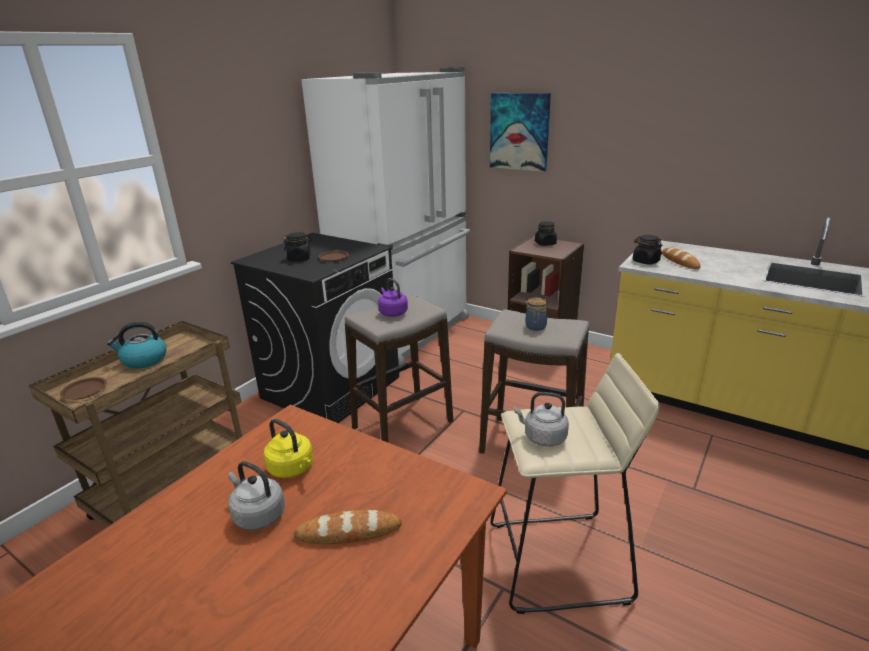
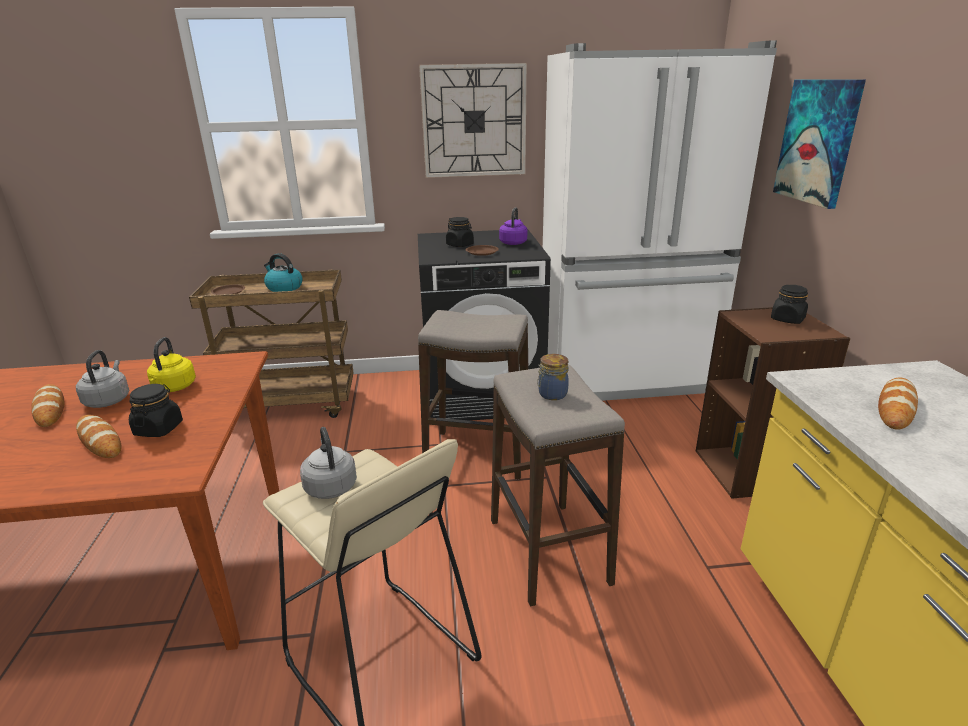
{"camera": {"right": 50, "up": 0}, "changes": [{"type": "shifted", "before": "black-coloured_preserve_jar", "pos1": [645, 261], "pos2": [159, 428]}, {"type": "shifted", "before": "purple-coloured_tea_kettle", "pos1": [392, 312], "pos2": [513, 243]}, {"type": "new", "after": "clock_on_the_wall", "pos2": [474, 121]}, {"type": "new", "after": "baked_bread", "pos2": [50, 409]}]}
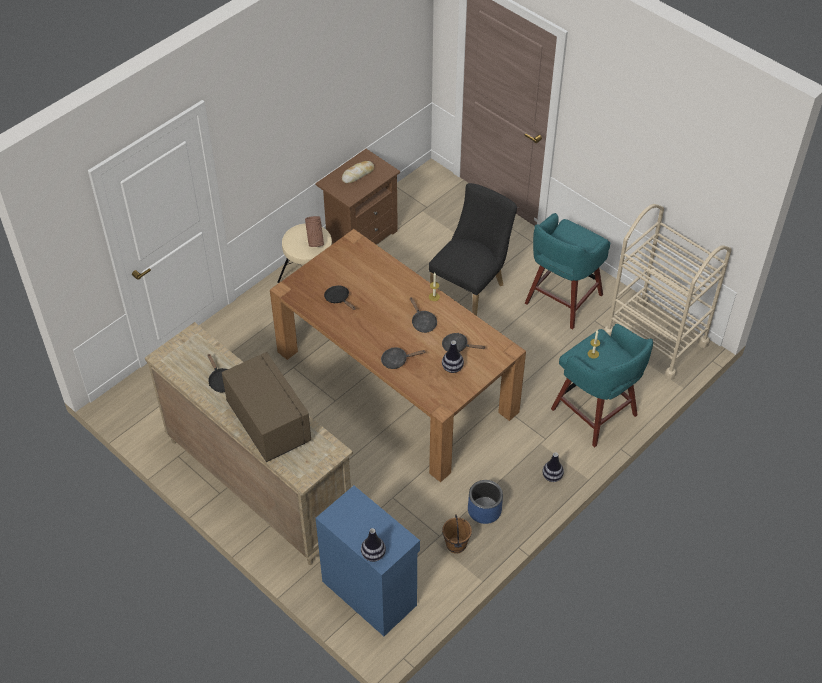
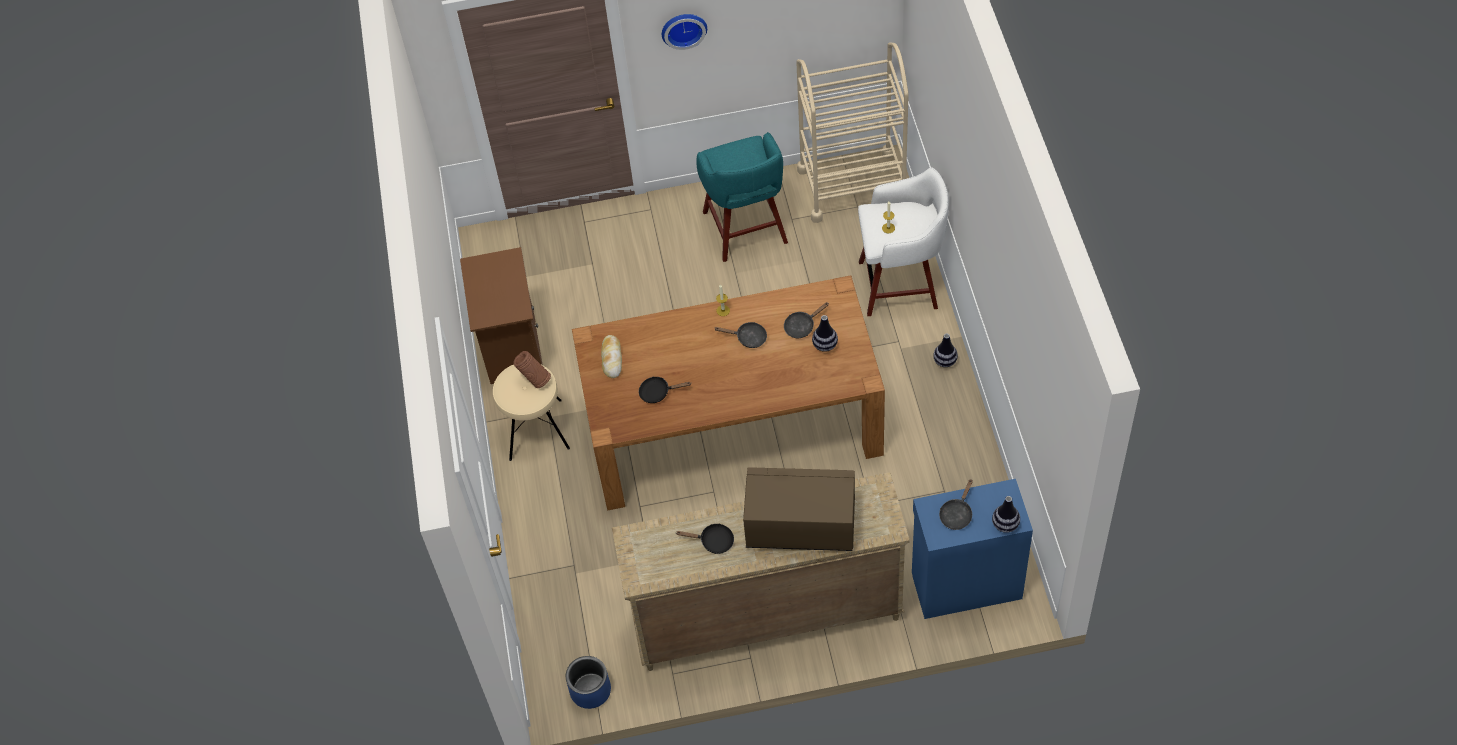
{"camera": {"right": -50, "up": 5}, "changes": [{"type": "shifted", "before": "baked_bread", "pos1": [358, 174], "pos2": [612, 358]}, {"type": "gone", "before": "black-coloured_upright_chair", "pos1": [471, 288]}, {"type": "repainted", "before": "turquoise-coloured_stool", "after": "white_stool", "pos1": [596, 414], "pos2": [901, 284]}, {"type": "shifted", "before": "black-coloured_skillet", "pos1": [397, 360], "pos2": [957, 514]}, {"type": "shifted", "before": "blue-coloured_planter", "pos1": [484, 510], "pos2": [590, 690]}, {"type": "gone", "before": "brownish_pail", "pos1": [456, 545]}, {"type": "new", "after": "clock_on_the_wall", "pos2": [683, 28]}]}
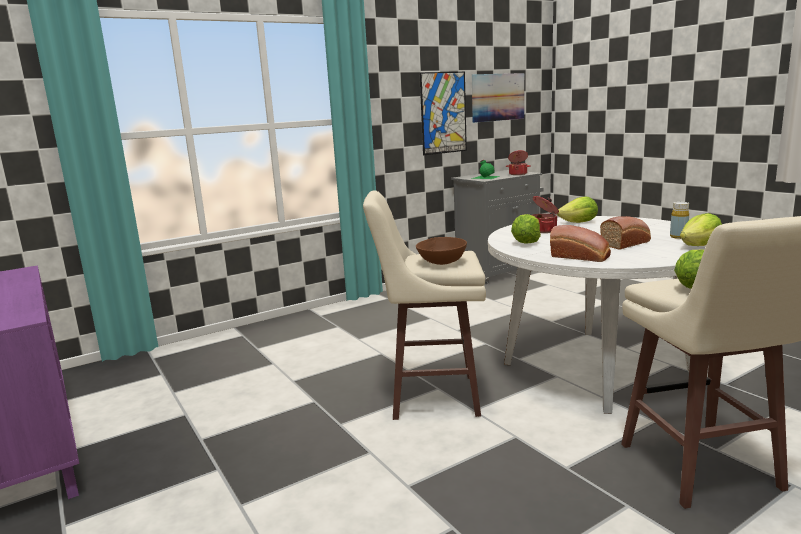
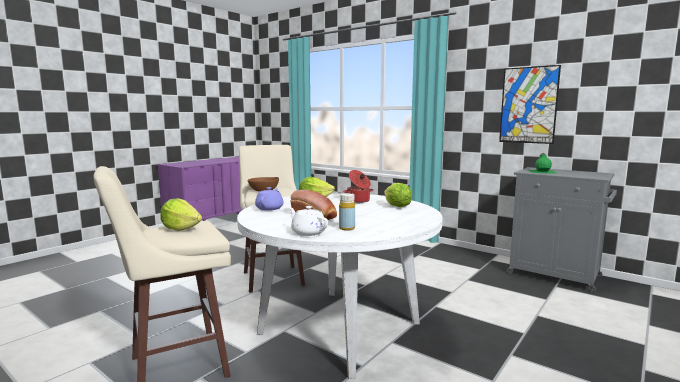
{"camera": {"right": 70, "up": -5}, "changes": [{"type": "gone", "before": "wall_art", "pos1": [498, 97]}, {"type": "gone", "before": "stockpot", "pos1": [518, 174]}, {"type": "swapped", "before": "lettuce", "after": "white_pot_for_tea", "pos1": [700, 246], "pos2": [308, 232]}, {"type": "swapped", "before": "baked_bread", "after": "purple-coloured_pot_for_tea", "pos1": [581, 257], "pos2": [270, 208]}]}
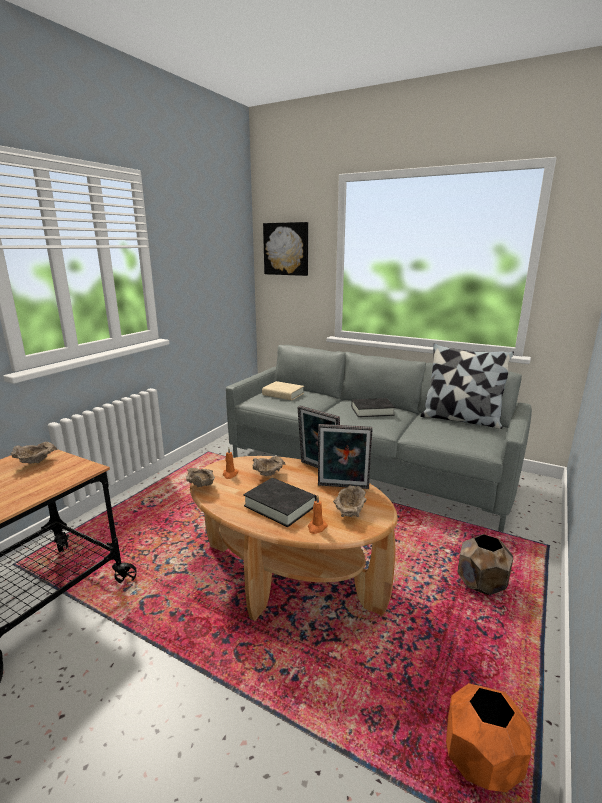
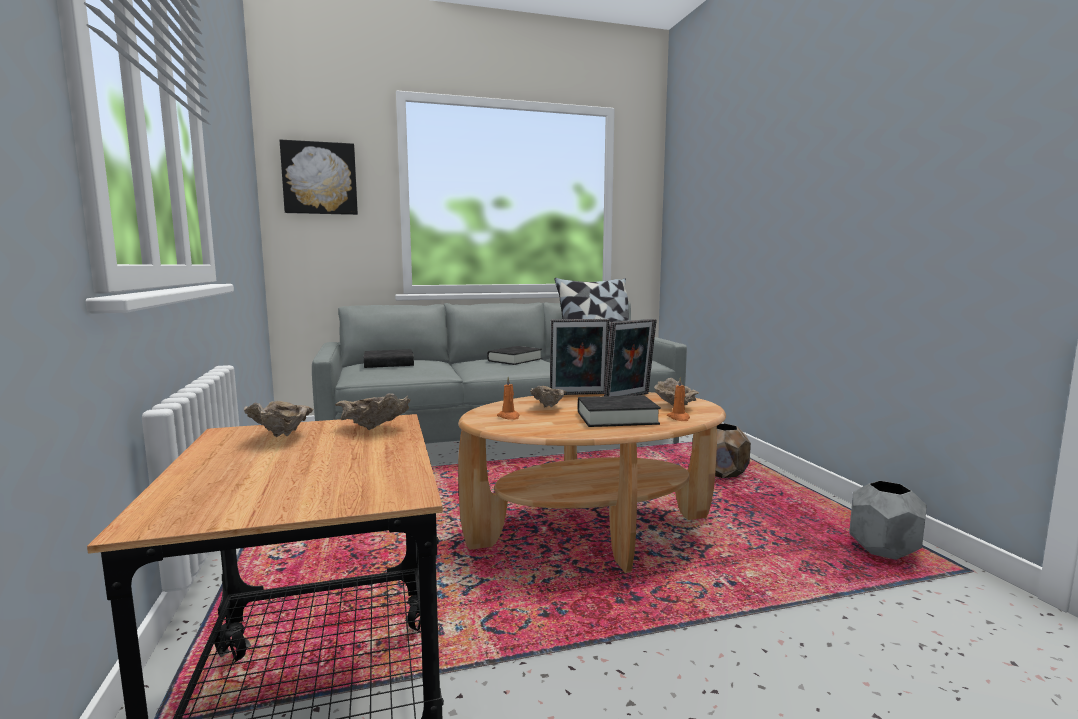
{"camera": {"right": -45, "up": -10}, "changes": [{"type": "repainted", "before": "beige_volume", "after": "black-coloured_volume", "pos1": [283, 394], "pos2": [389, 364]}, {"type": "shifted", "before": "beige_bowl", "pos1": [201, 487], "pos2": [375, 428]}, {"type": "repainted", "before": "orange-coloured_planter", "after": "grey_planter", "pos1": [481, 760], "pos2": [882, 550]}]}
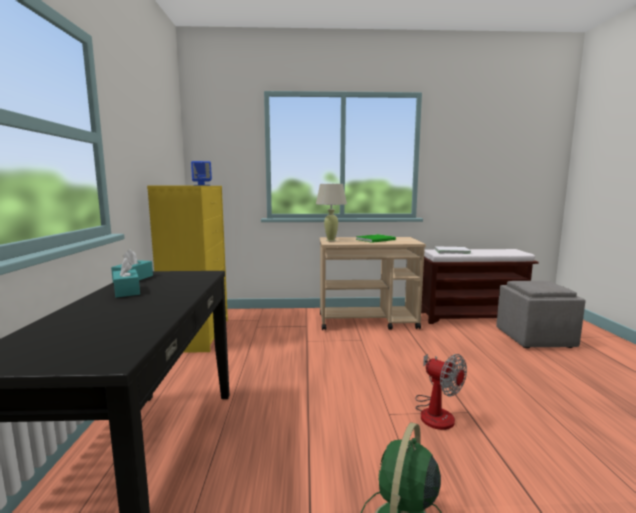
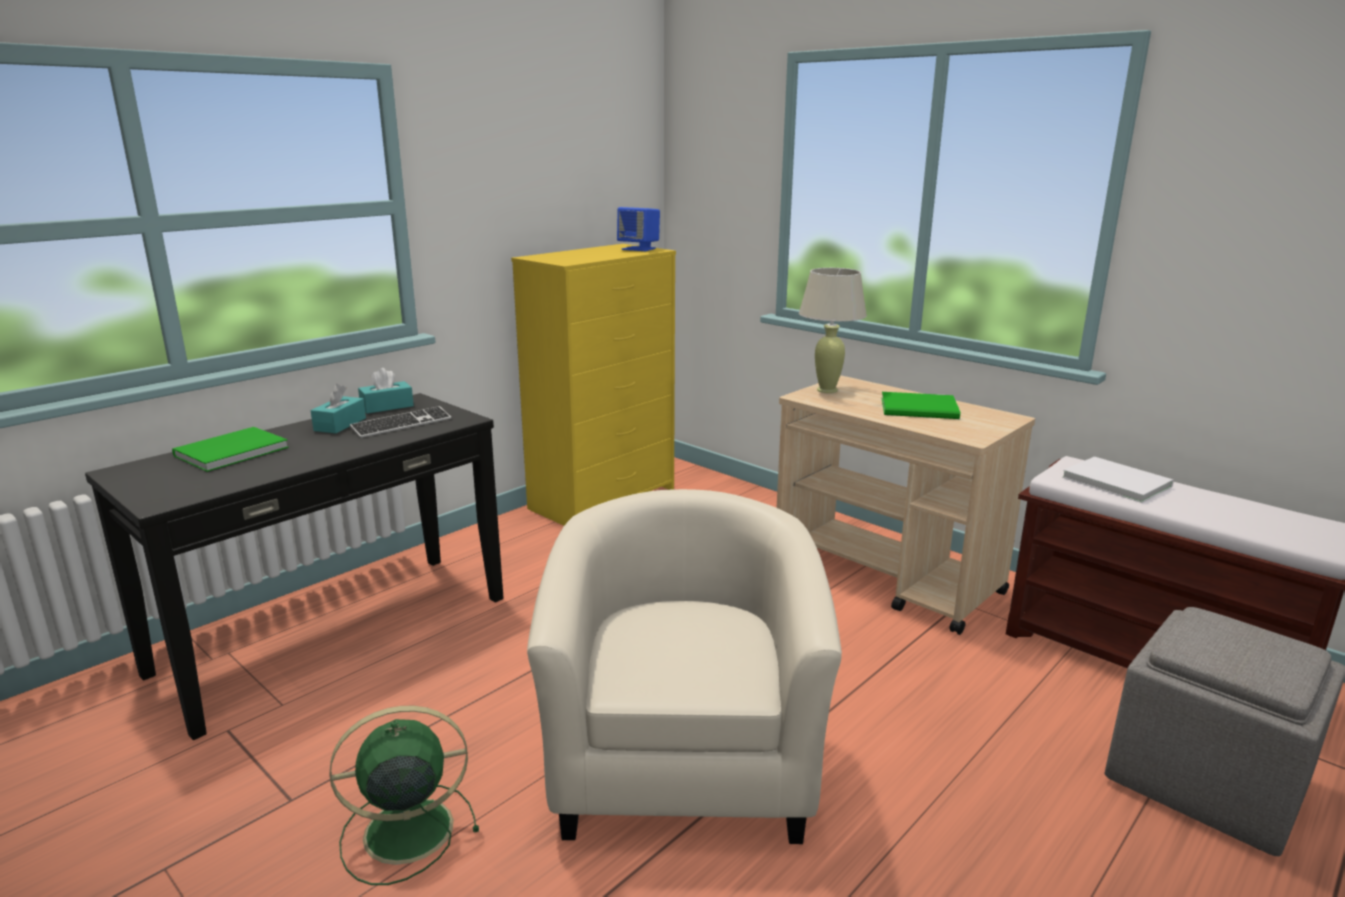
{"camera": {"right": 45, "up": 10}, "changes": [{"type": "swapped", "before": "electric_fan", "after": "beige_armchair", "pos1": [435, 411], "pos2": [683, 762]}, {"type": "new", "after": "computer_keyboard", "pos2": [402, 424]}, {"type": "new", "after": "greenish_volume", "pos2": [228, 452]}]}
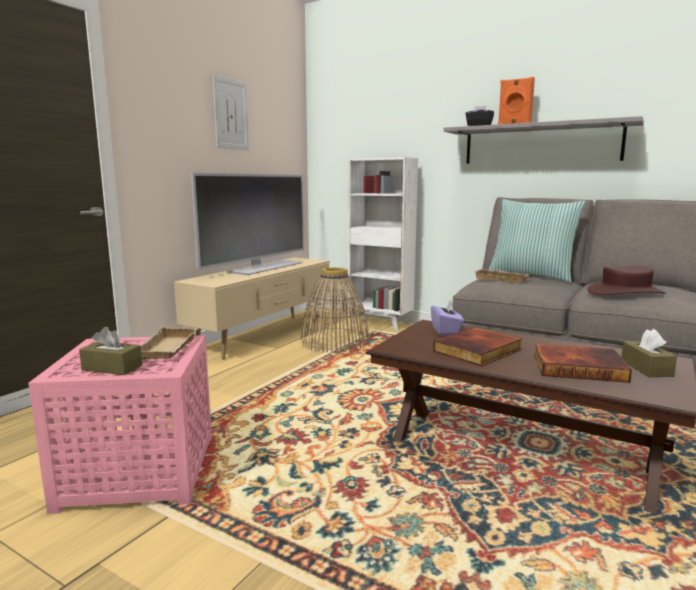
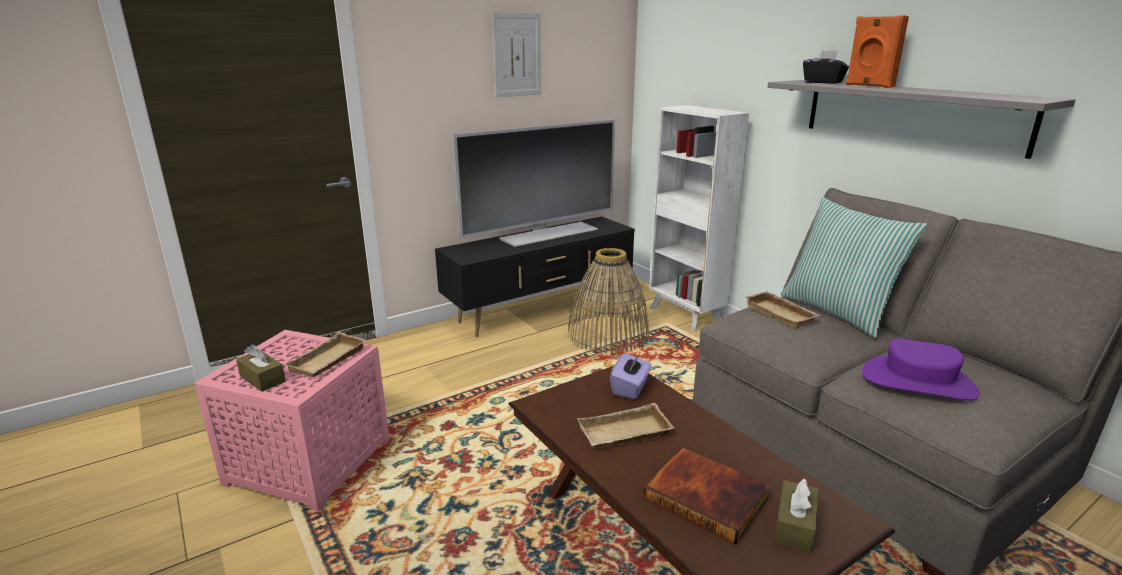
{"camera": {"right": 25, "up": 10}, "changes": [{"type": "repainted", "before": "beige_media_console", "after": "black-coloured_media_console", "pos1": [264, 336], "pos2": [541, 310]}, {"type": "repainted", "before": "brownish_clothing_hat", "after": "purple-coloured_clothing_hat", "pos1": [625, 292], "pos2": [918, 382]}, {"type": "swapped", "before": "volume", "after": "beige_serving_tray", "pos1": [478, 351], "pos2": [624, 434]}]}
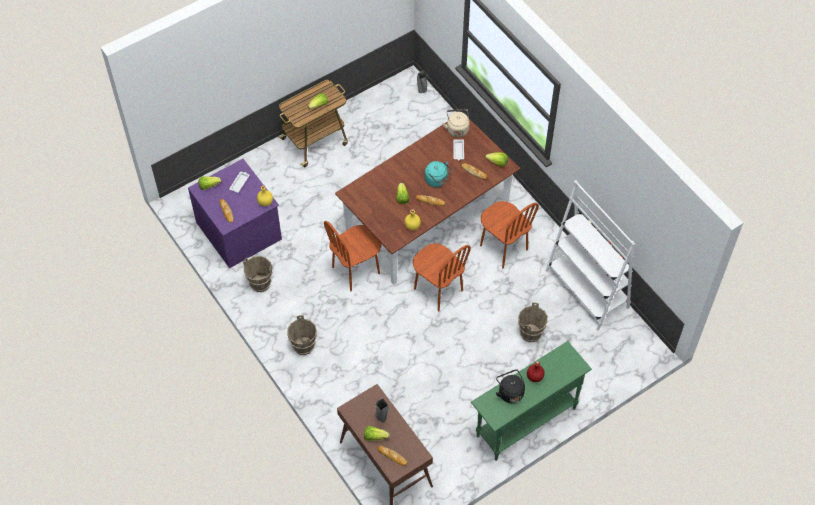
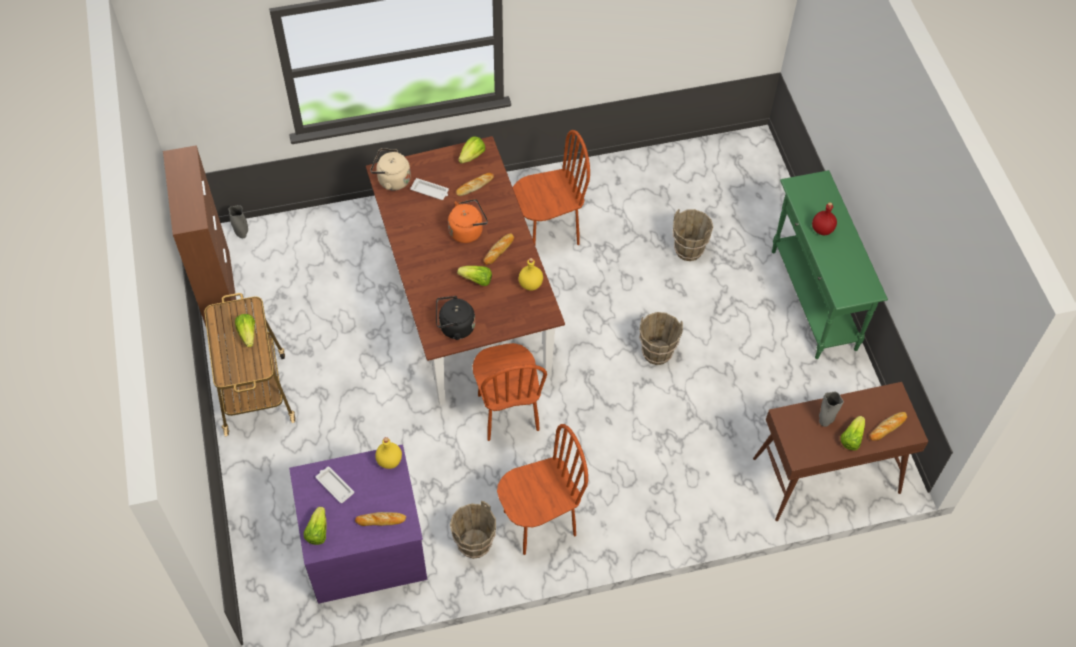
{"camera": {"right": -70, "up": 0}, "changes": [{"type": "repainted", "before": "turquoise-coloured_tea_kettle", "after": "orange-coloured_tea_kettle", "pos1": [437, 180], "pos2": [468, 231]}, {"type": "gone", "before": "white_shelving_unit", "pos1": [587, 289]}, {"type": "shifted", "before": "brownish_upright_chair", "pos1": [438, 290], "pos2": [539, 522]}, {"type": "shifted", "before": "brownish_pail", "pos1": [303, 346], "pos2": [657, 353]}, {"type": "shifted", "before": "black-coloured_tea_kettle", "pos1": [510, 392], "pos2": [454, 327]}, {"type": "new", "after": "brownish_storage_cabinet", "pos2": [219, 292]}]}
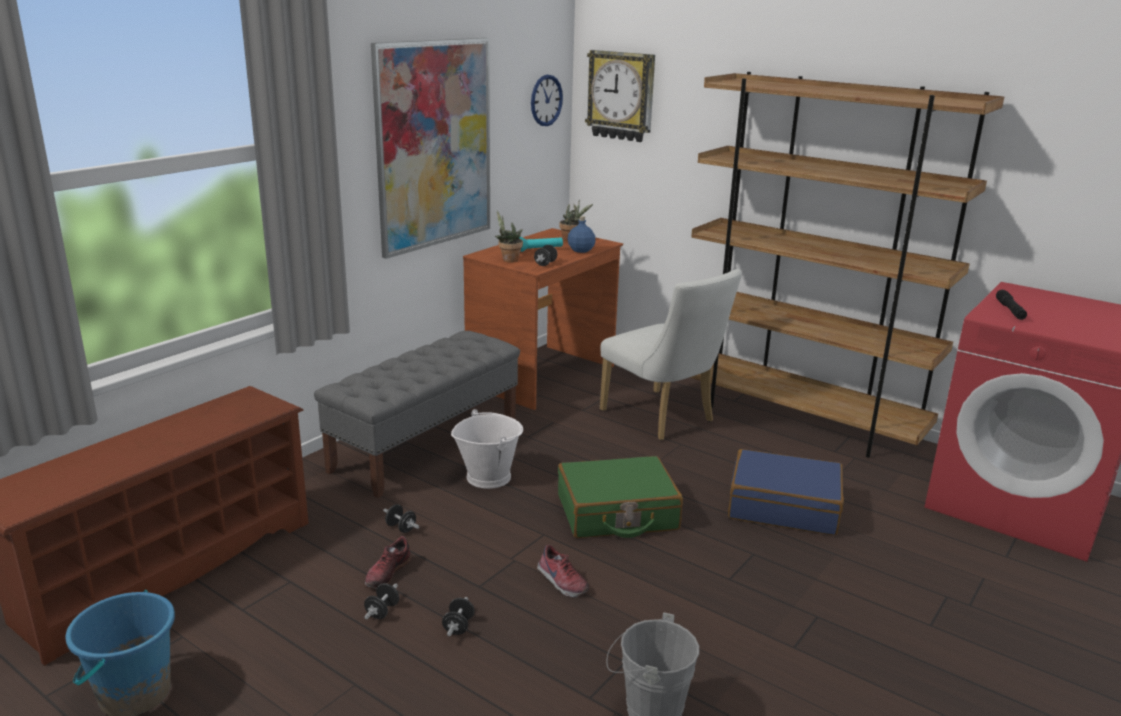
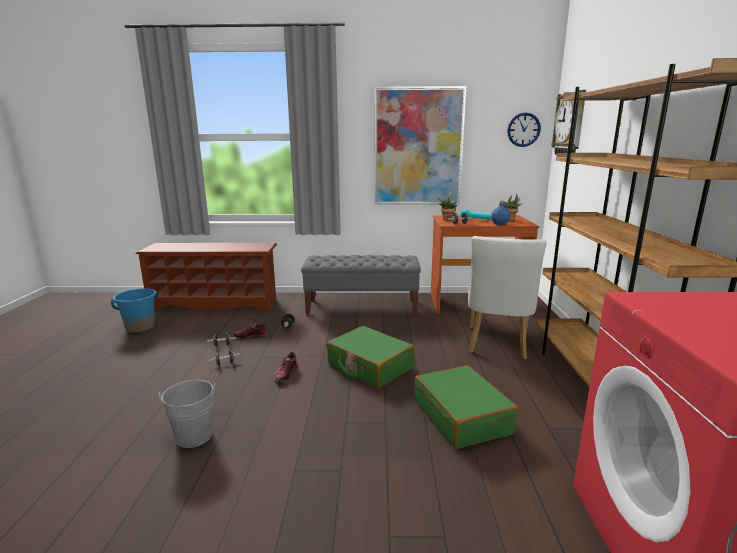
{"camera": {"right": 55, "up": -5}, "changes": [{"type": "gone", "before": "black-coloured_torch", "pos1": [1010, 310]}, {"type": "gone", "before": "white_pail", "pos1": [488, 476]}, {"type": "repainted", "before": "blue-coloured_piece_of_luggage", "after": "greenish_piece_of_luggage", "pos1": [783, 506], "pos2": [462, 417]}]}
